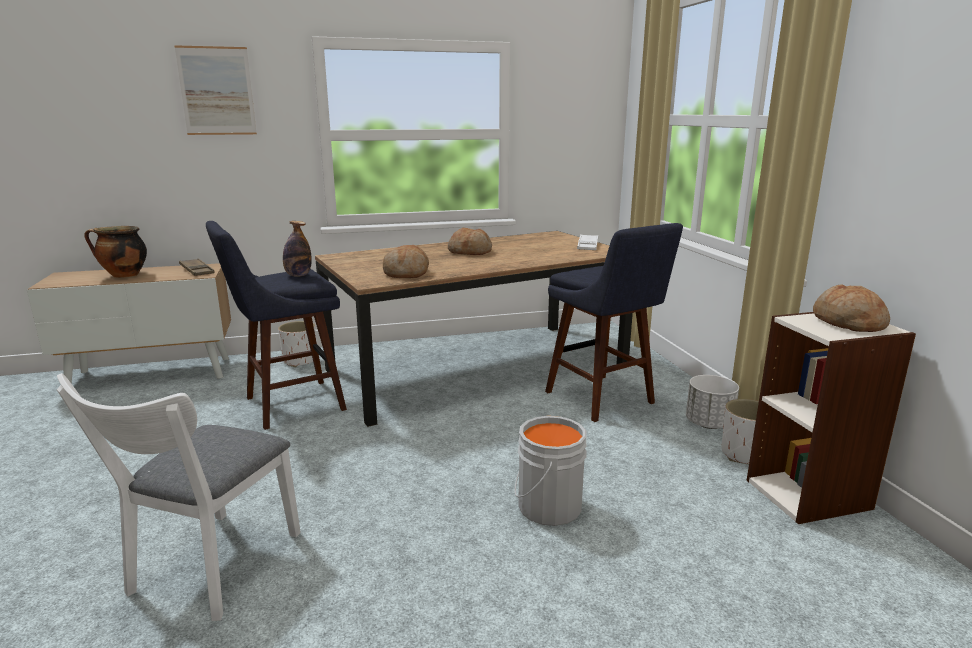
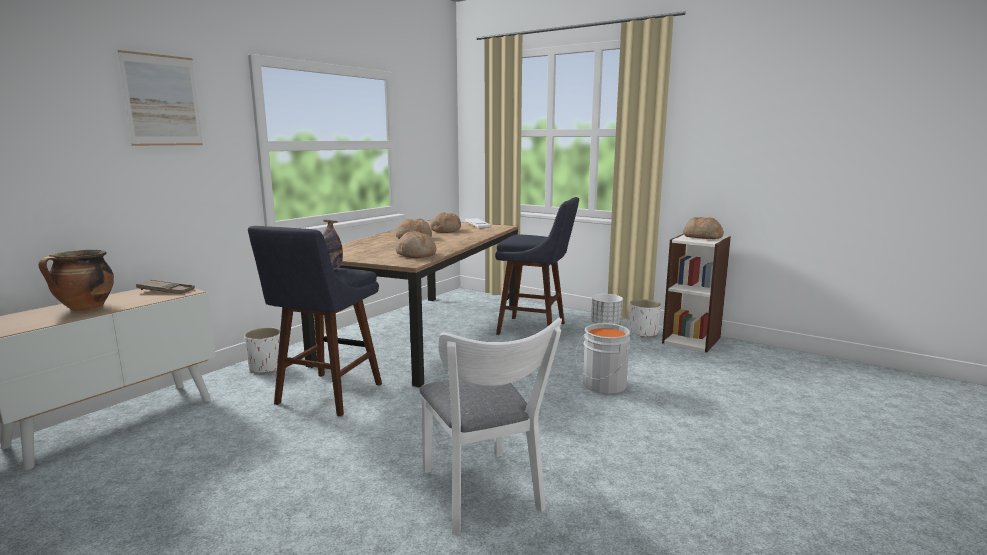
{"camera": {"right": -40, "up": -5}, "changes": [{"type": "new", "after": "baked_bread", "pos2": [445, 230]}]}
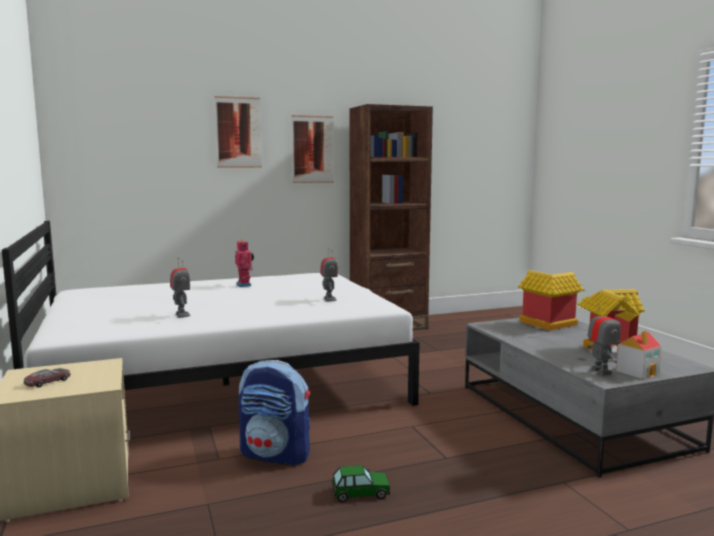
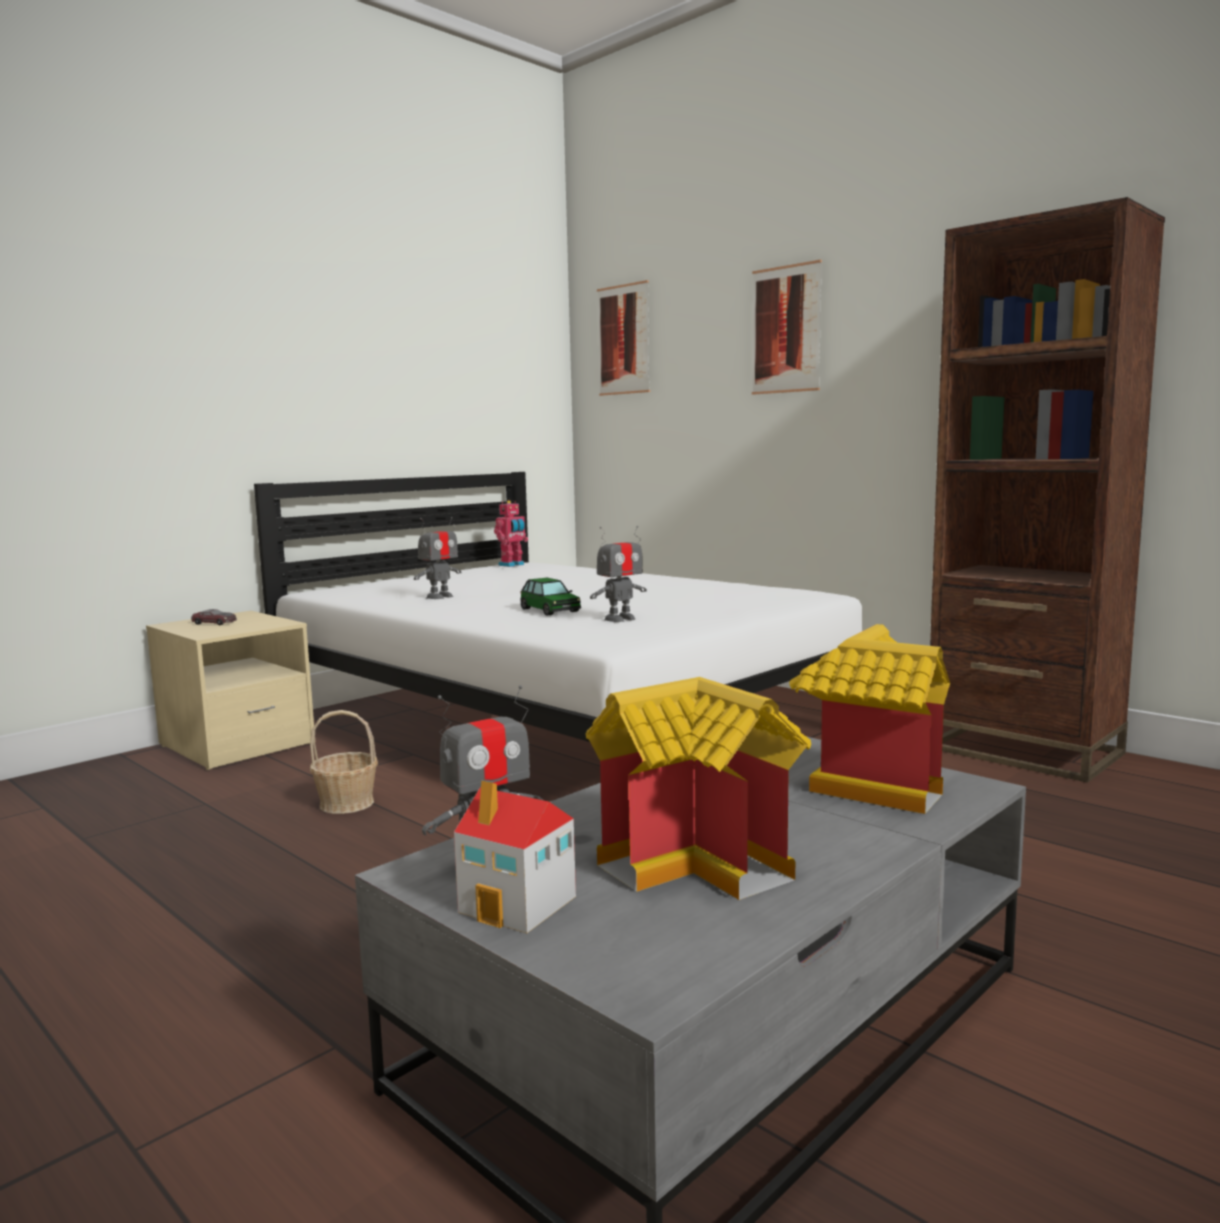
{"camera": {"right": 65, "up": 0}, "changes": [{"type": "shifted", "before": "wall_art", "pos1": [312, 149], "pos2": [624, 340]}, {"type": "shifted", "before": "model_robot", "pos1": [245, 285], "pos2": [512, 565]}, {"type": "swapped", "before": "backpack", "after": "storage_basket", "pos1": [276, 455], "pos2": [347, 803]}, {"type": "shifted", "before": "model_car", "pos1": [360, 492], "pos2": [550, 610]}]}
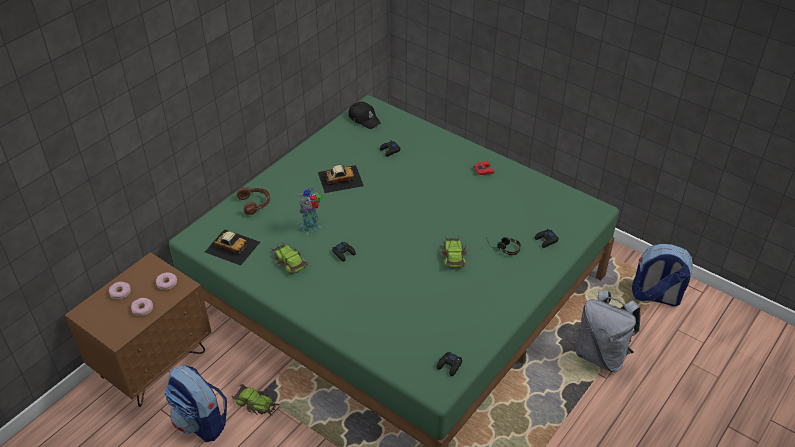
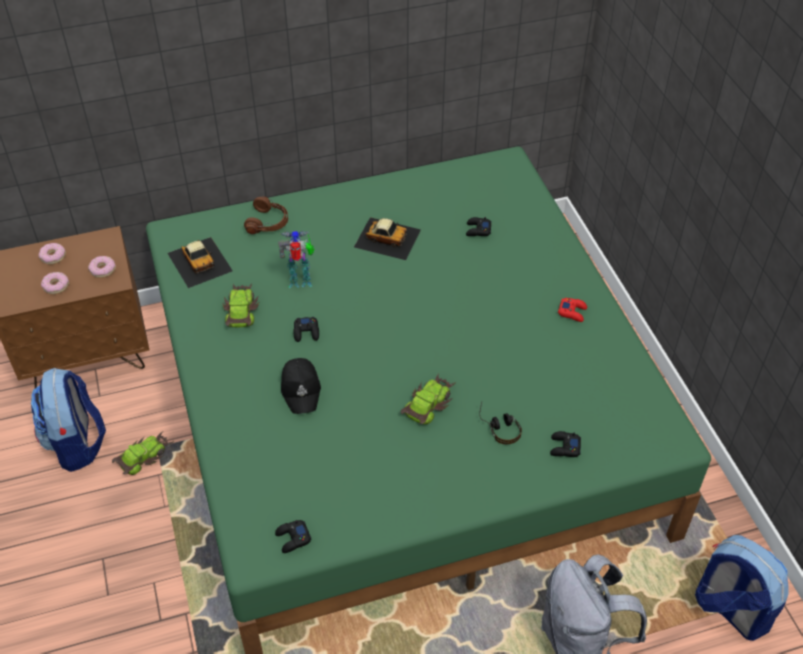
{"camera": {"right": 35, "up": 5}, "changes": [{"type": "shifted", "before": "black-coloured_baseball_cap", "pos1": [364, 119], "pos2": [301, 389]}, {"type": "rotated", "before": "model_car", "pos1": [256, 403], "pos2": [144, 456], "turn": -105}]}
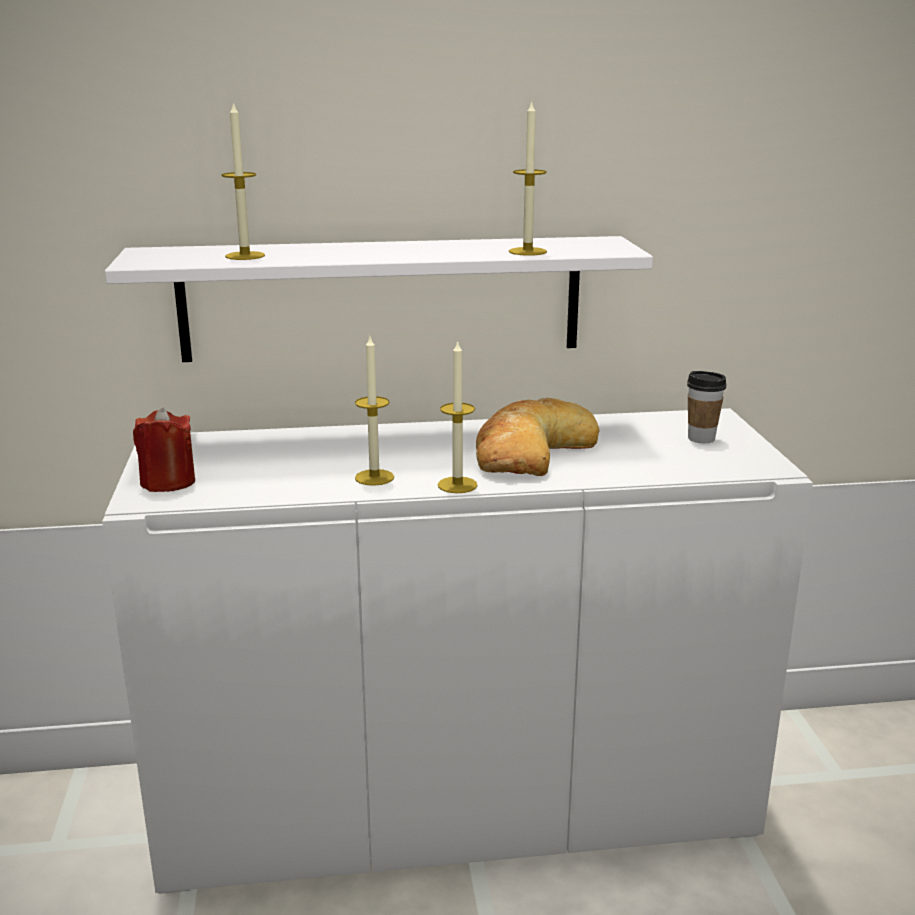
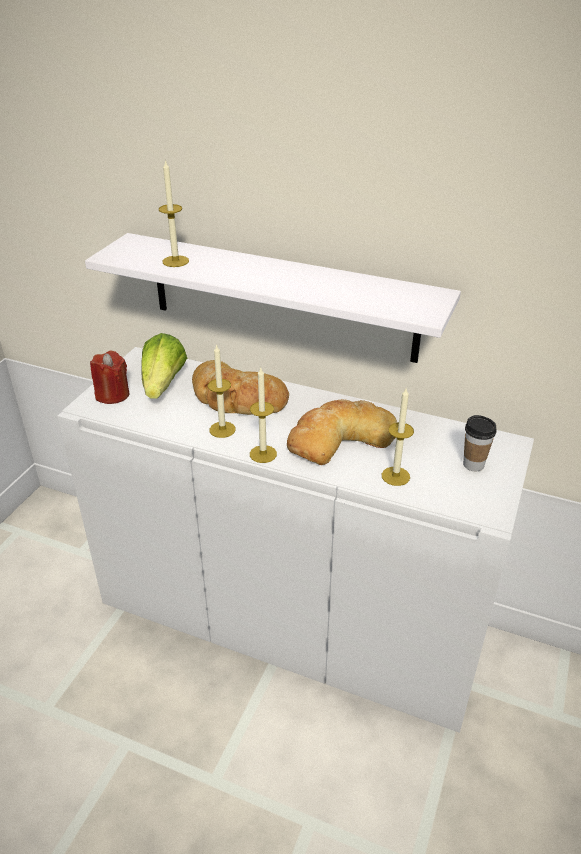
{"camera": {"right": 30, "up": 15}, "changes": [{"type": "shifted", "before": "wax_light", "pos1": [527, 251], "pos2": [395, 476]}, {"type": "new", "after": "lettuce", "pos2": [163, 385]}, {"type": "new", "after": "baked_bread", "pos2": [237, 397]}]}
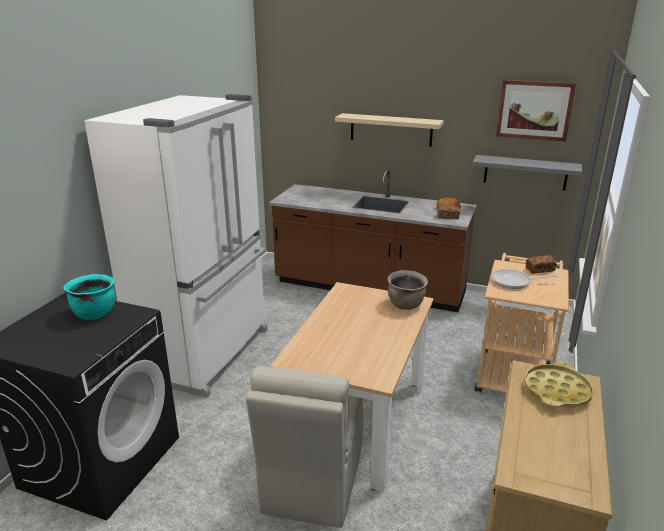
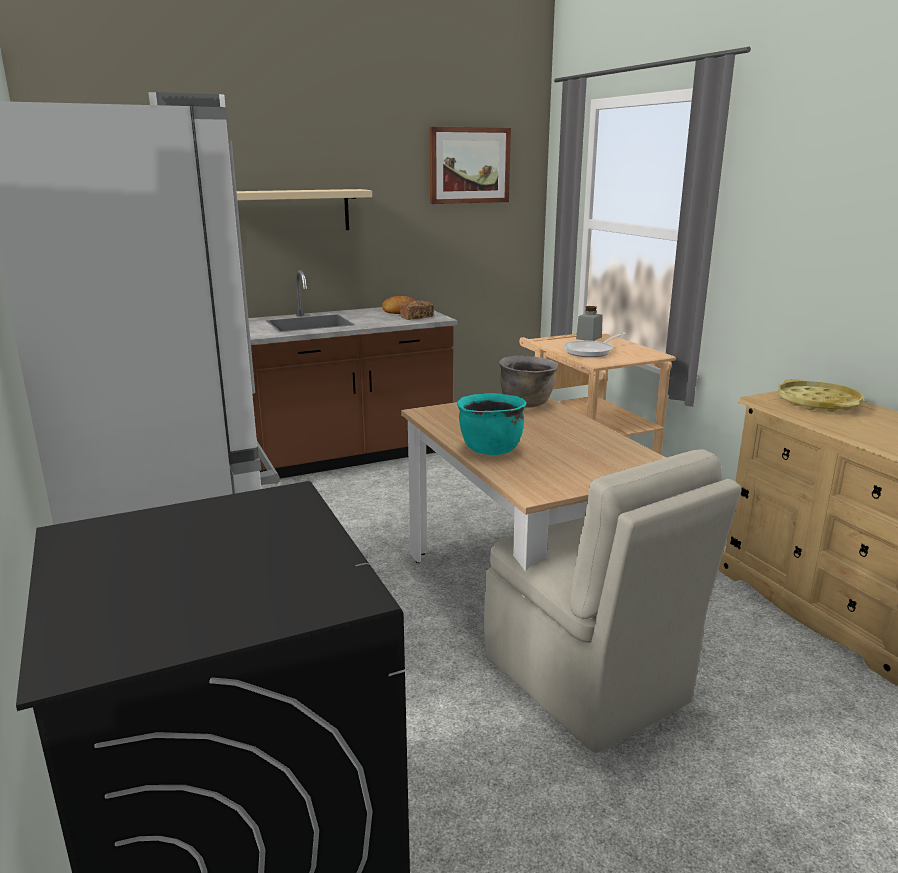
{"camera": {"right": -45, "up": -5}, "changes": [{"type": "gone", "before": "grey_wall_shelf", "pos1": [525, 172]}, {"type": "swapped", "before": "baked_bread", "after": "grey_preserve_jar", "pos1": [540, 270], "pos2": [589, 338]}, {"type": "shifted", "before": "turquoise-coloured_stockpot", "pos1": [94, 313], "pos2": [490, 449]}]}
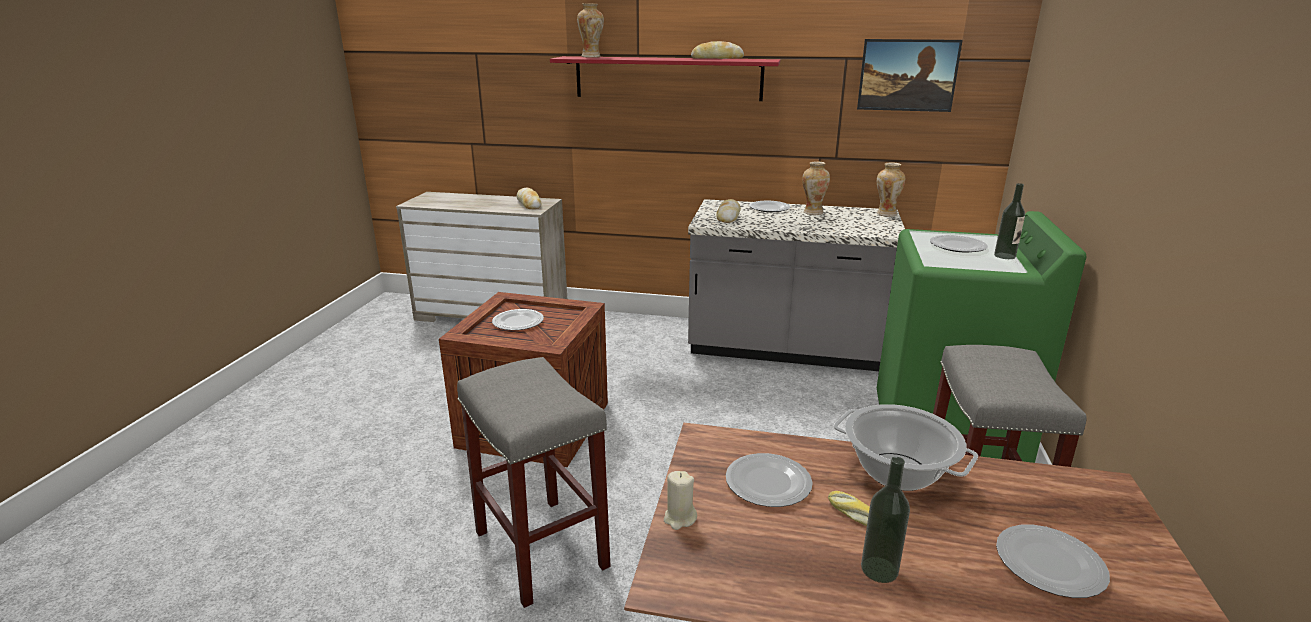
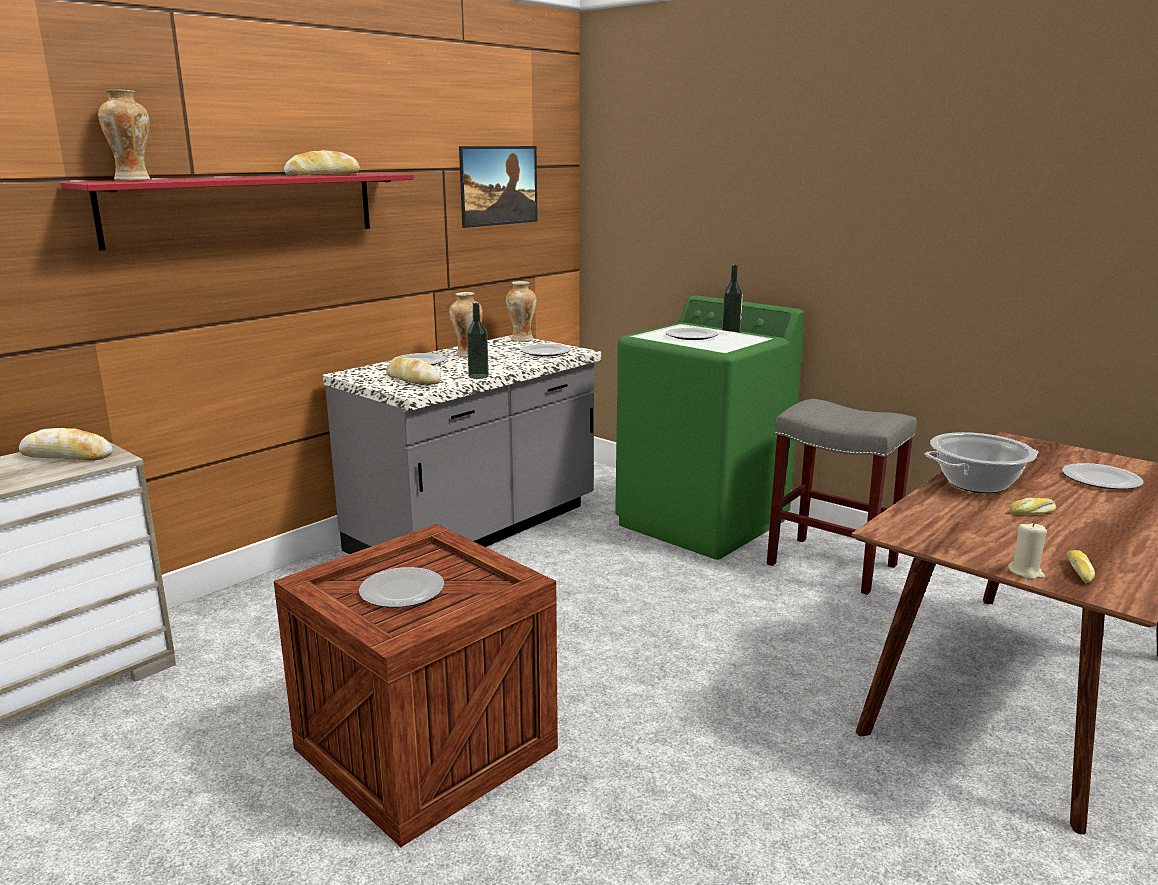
{"camera": {"right": -60, "up": -5}, "changes": [{"type": "gone", "before": "grey_stool", "pos1": [543, 550]}, {"type": "shifted", "before": "dinner_plate", "pos1": [768, 483], "pos2": [546, 352]}, {"type": "shifted", "before": "bottle", "pos1": [879, 569], "pos2": [478, 376]}, {"type": "new", "after": "baked_bread", "pos2": [1080, 572]}]}
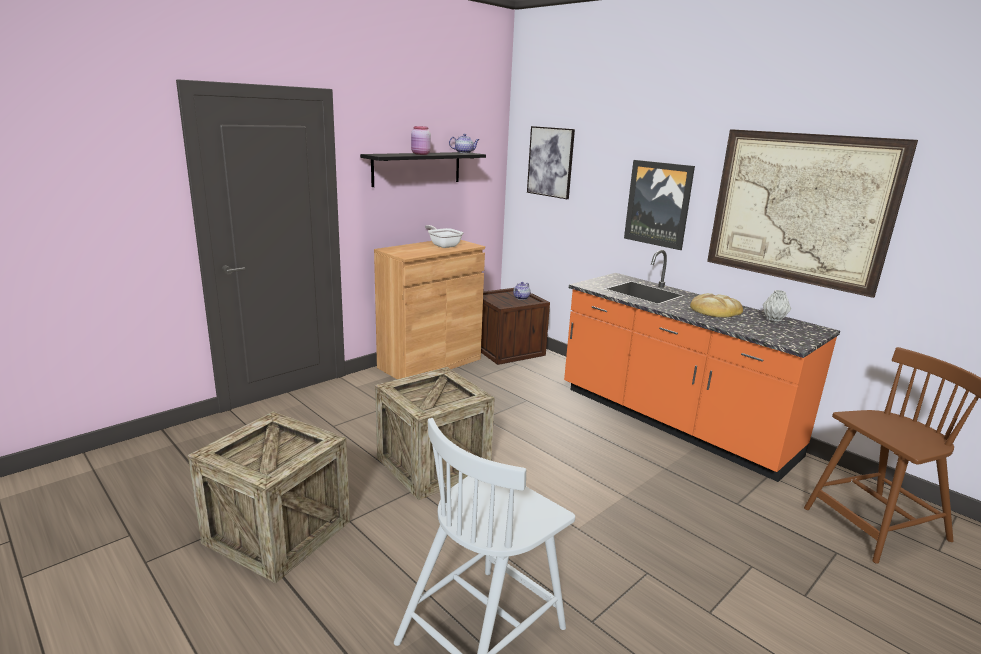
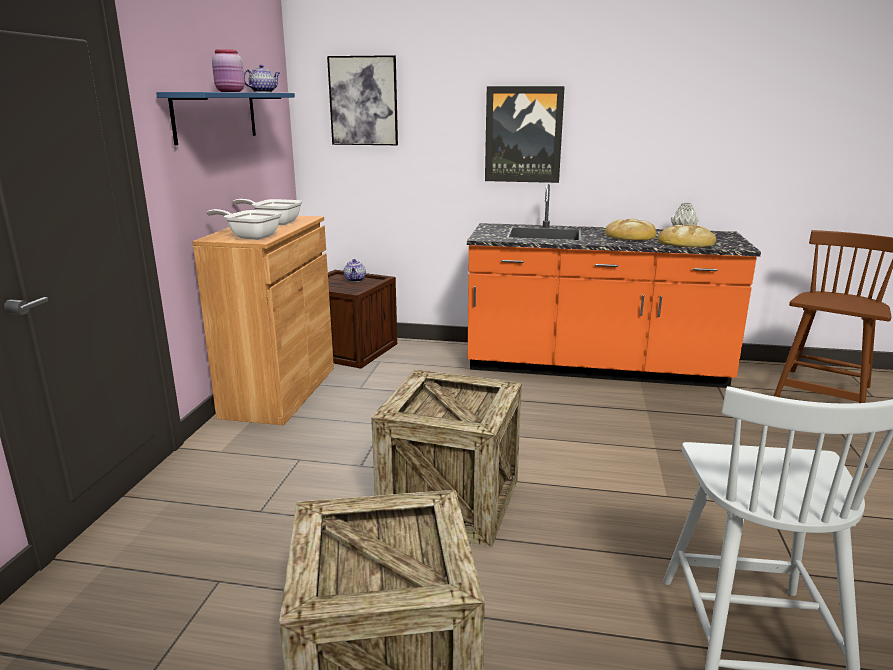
{"camera": {"right": -35, "up": 0}, "changes": [{"type": "gone", "before": "wall_art", "pos1": [799, 208]}, {"type": "repainted", "before": "black-coloured_wall_shelf", "after": "blue-coloured_wall_shelf", "pos1": [417, 168], "pos2": [216, 116]}, {"type": "new", "after": "skillet", "pos2": [250, 237]}, {"type": "new", "after": "baked_bread", "pos2": [686, 242]}]}
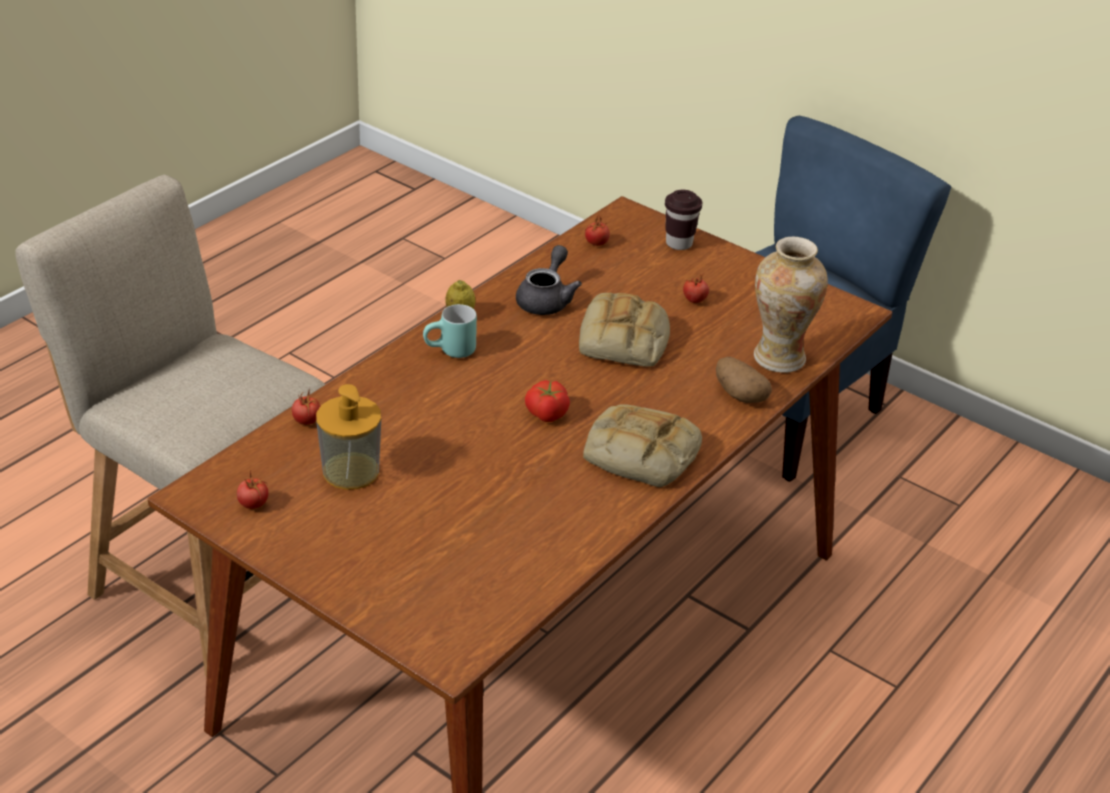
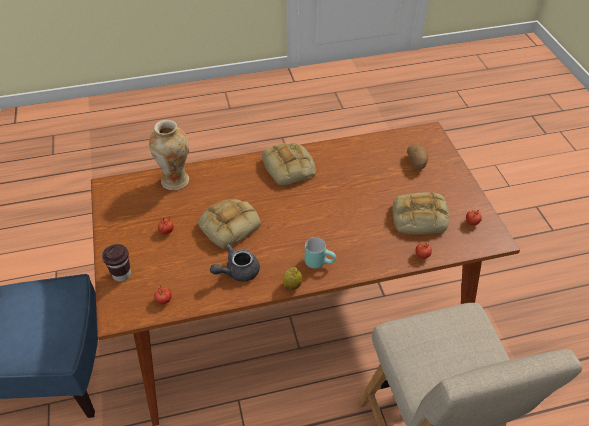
{"camera": {"right": -140, "up": 10}, "changes": [{"type": "shifted", "before": "whole_potato", "pos1": [739, 394], "pos2": [417, 163]}, {"type": "gone", "before": "fresh_tomato", "pos1": [546, 413]}, {"type": "swapped", "before": "soap_bottle", "after": "baked_bread", "pos1": [351, 471], "pos2": [418, 218]}]}
